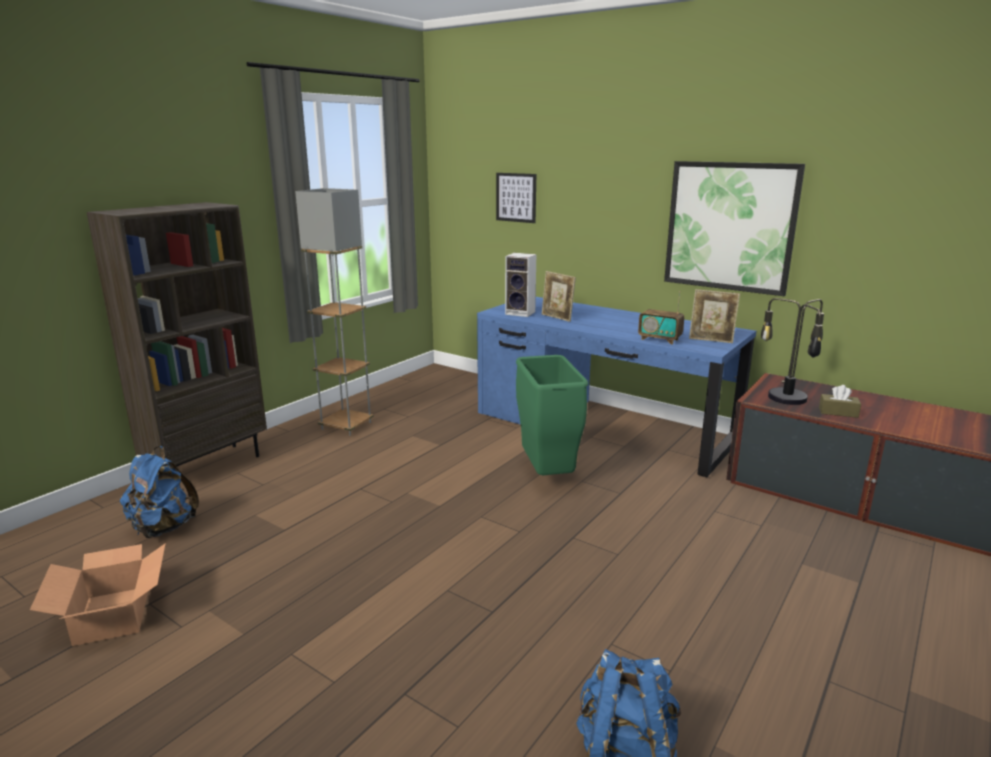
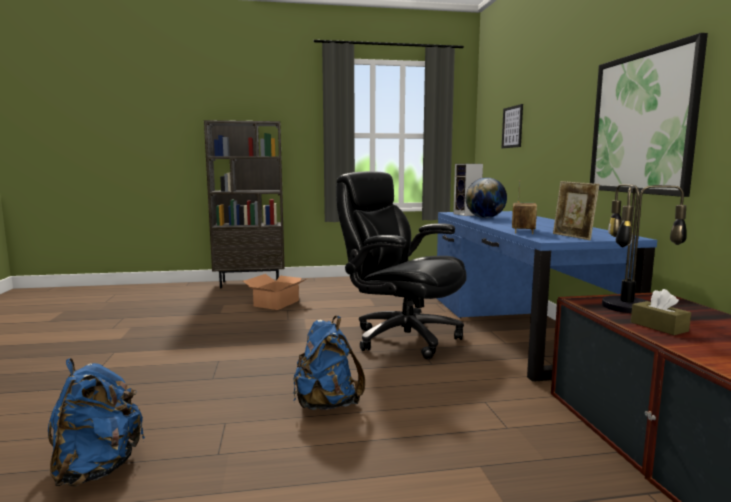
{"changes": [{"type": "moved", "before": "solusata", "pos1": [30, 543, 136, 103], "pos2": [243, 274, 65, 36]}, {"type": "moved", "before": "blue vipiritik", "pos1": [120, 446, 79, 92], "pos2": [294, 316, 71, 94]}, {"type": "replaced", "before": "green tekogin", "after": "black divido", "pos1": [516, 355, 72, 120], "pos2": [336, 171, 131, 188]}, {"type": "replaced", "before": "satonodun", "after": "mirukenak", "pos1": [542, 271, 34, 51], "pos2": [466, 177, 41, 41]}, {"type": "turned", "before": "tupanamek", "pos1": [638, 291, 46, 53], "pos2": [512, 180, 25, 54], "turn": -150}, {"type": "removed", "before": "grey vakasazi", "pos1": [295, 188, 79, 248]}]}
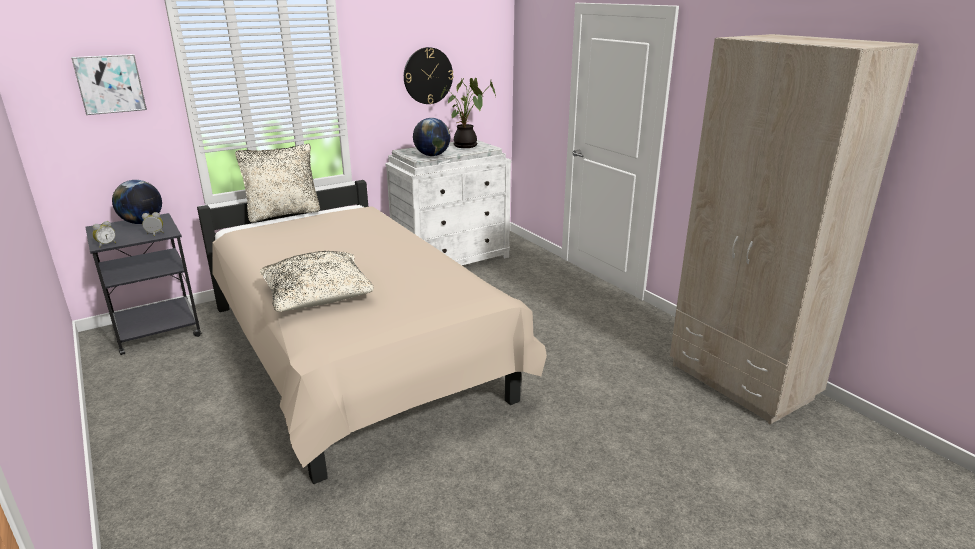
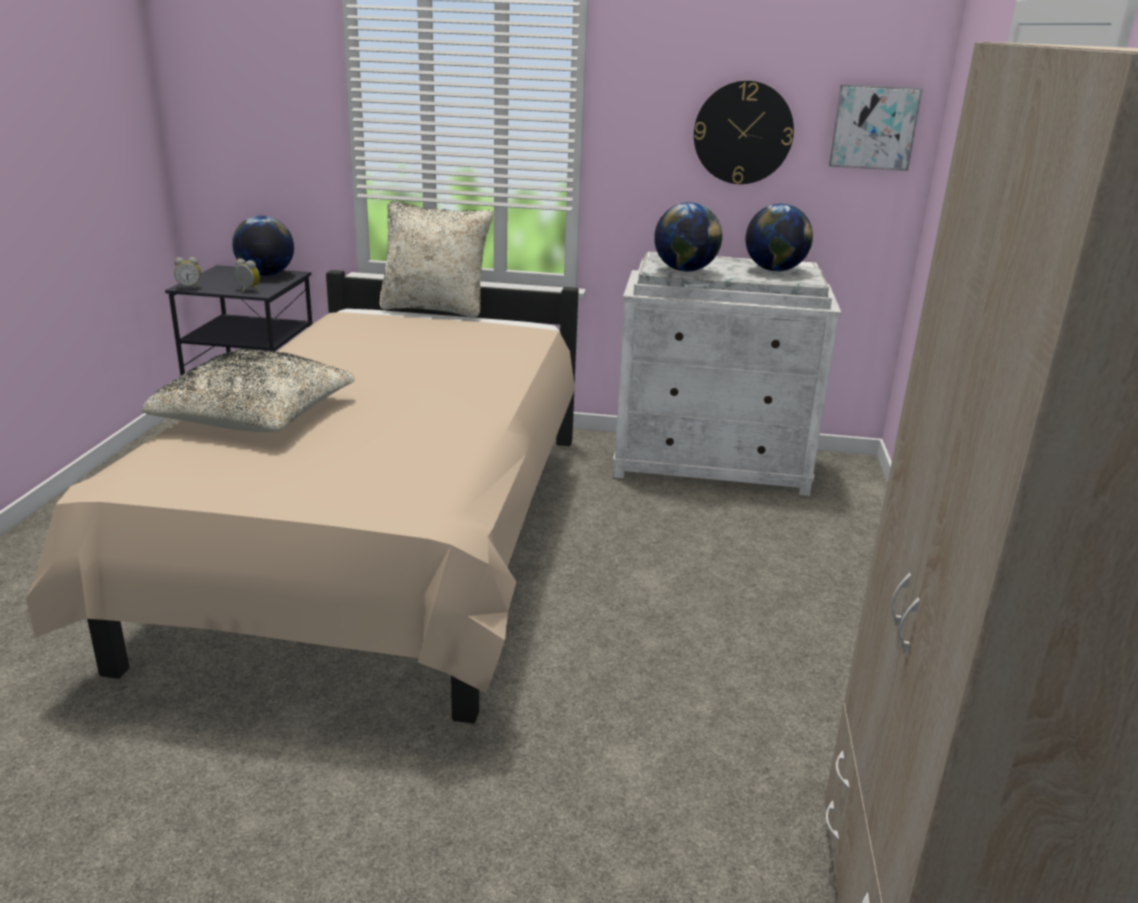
{"changes": [{"type": "replaced", "before": "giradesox", "after": "mirukenak", "pos1": [441, 78, 55, 70], "pos2": [745, 204, 68, 68]}, {"type": "moved", "before": "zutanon", "pos1": [71, 54, 76, 61], "pos2": [829, 84, 94, 87]}]}
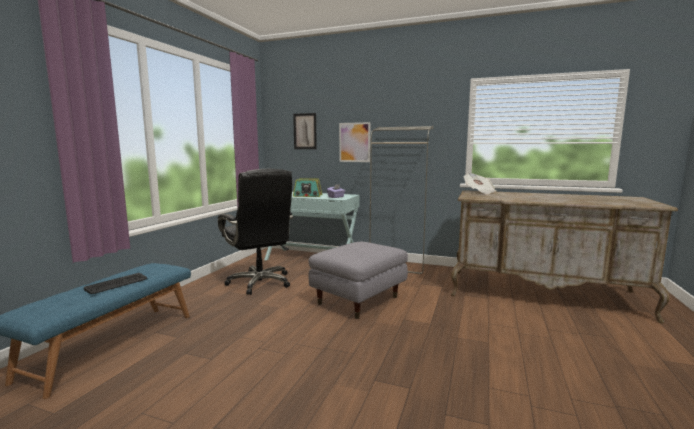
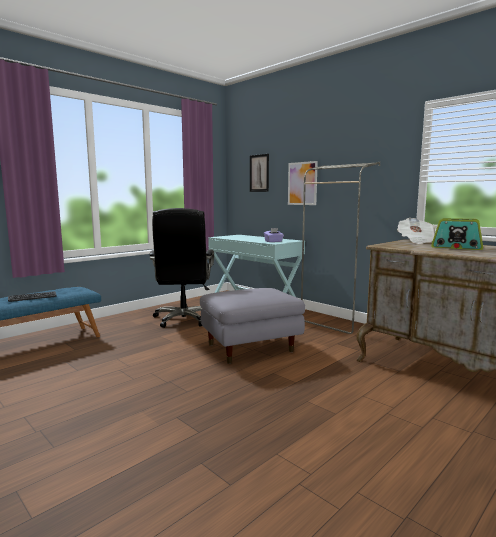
{"changes": [{"type": "moved", "before": "tupanamek", "pos1": [293, 178, 29, 19], "pos2": [431, 218, 52, 32]}]}
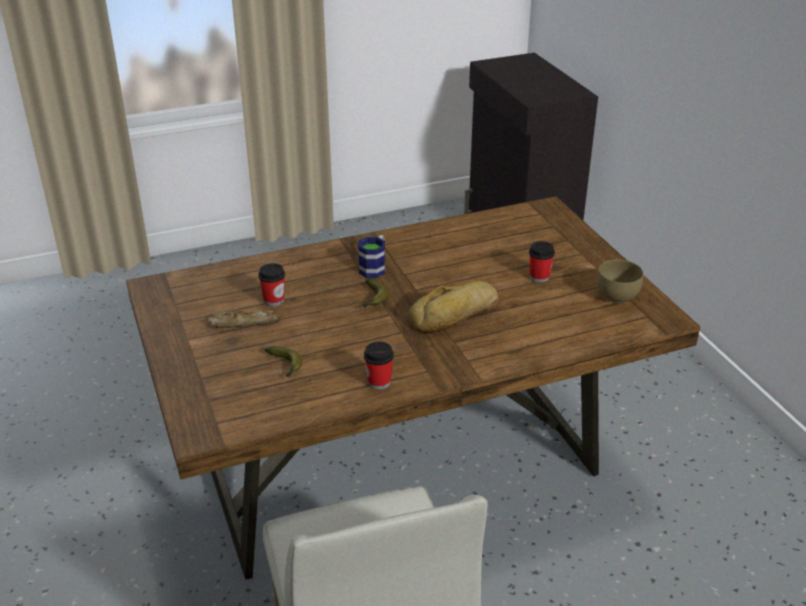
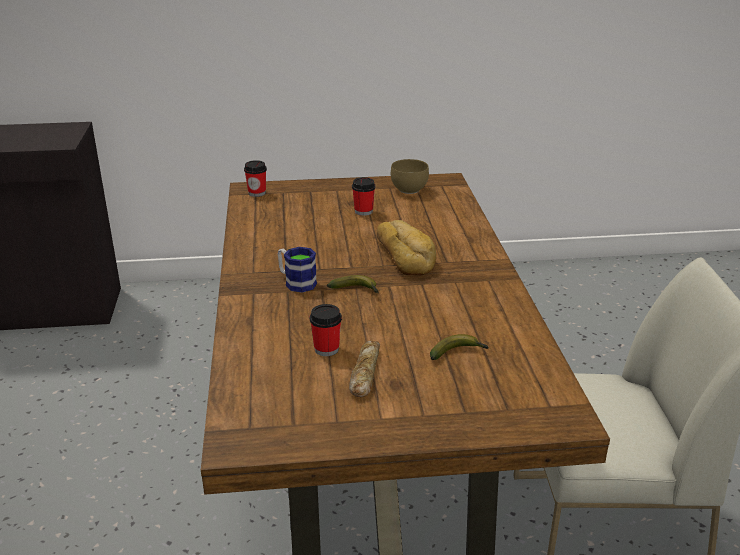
{"changes": [{"type": "moved", "before": "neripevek", "pos1": [364, 342, 30, 48], "pos2": [244, 160, 23, 37]}]}
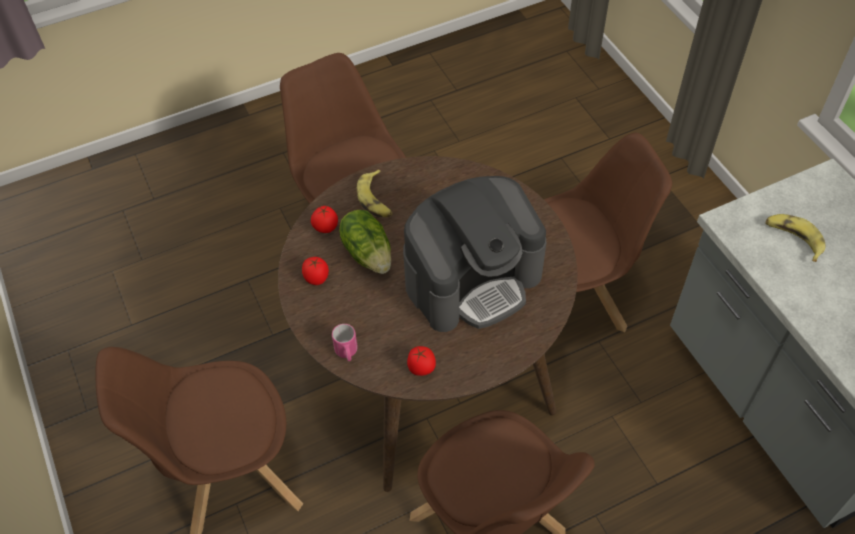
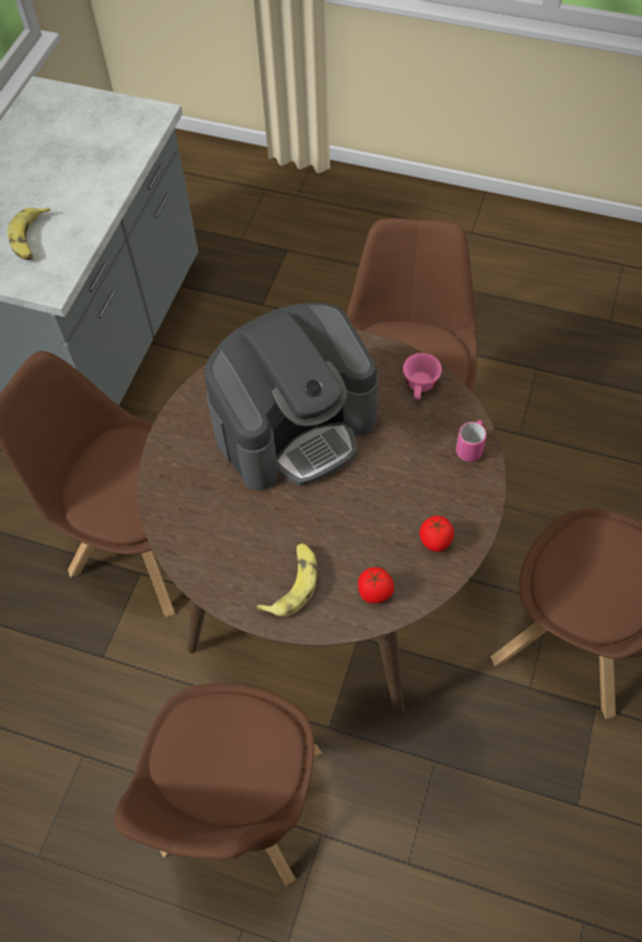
{"changes": [{"type": "turned", "before": "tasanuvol", "pos1": [403, 176, 143, 156], "pos2": [204, 302, 174, 188], "turn": 135}, {"type": "replaced", "before": "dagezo", "after": "pink neripevek", "pos1": [407, 346, 29, 30], "pos2": [403, 353, 39, 47]}, {"type": "removed", "before": "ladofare", "pos1": [339, 210, 52, 64]}]}
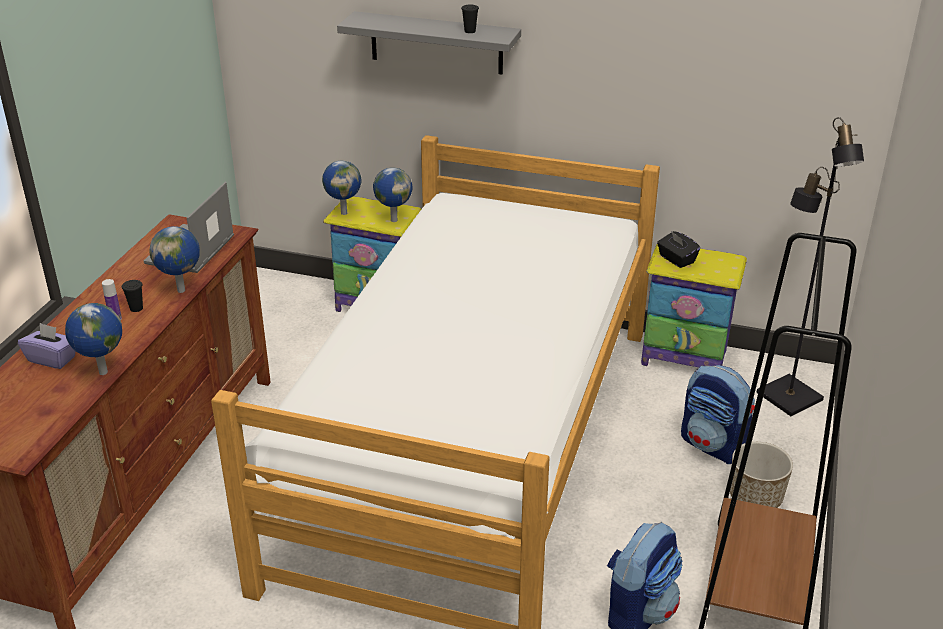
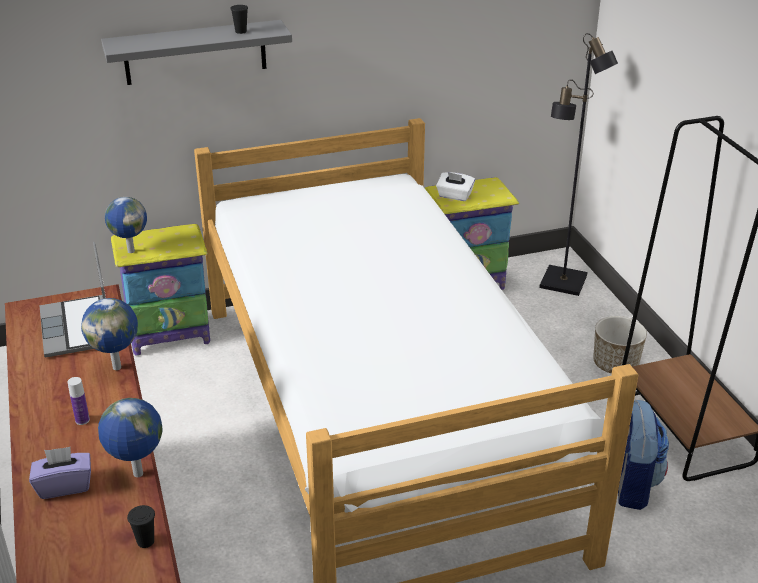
{"changes": [{"type": "moved", "before": "black neripevek", "pos1": [122, 280, 21, 32], "pos2": [127, 505, 28, 43]}, {"type": "recoloured", "before": "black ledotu", "after": "white ledotu", "pos1": [657, 231, 43, 37], "pos2": [436, 172, 39, 29]}, {"type": "removed", "before": "mirukenak", "pos1": [373, 167, 40, 55]}, {"type": "removed", "before": "vipiritik", "pos1": [681, 365, 74, 99]}]}
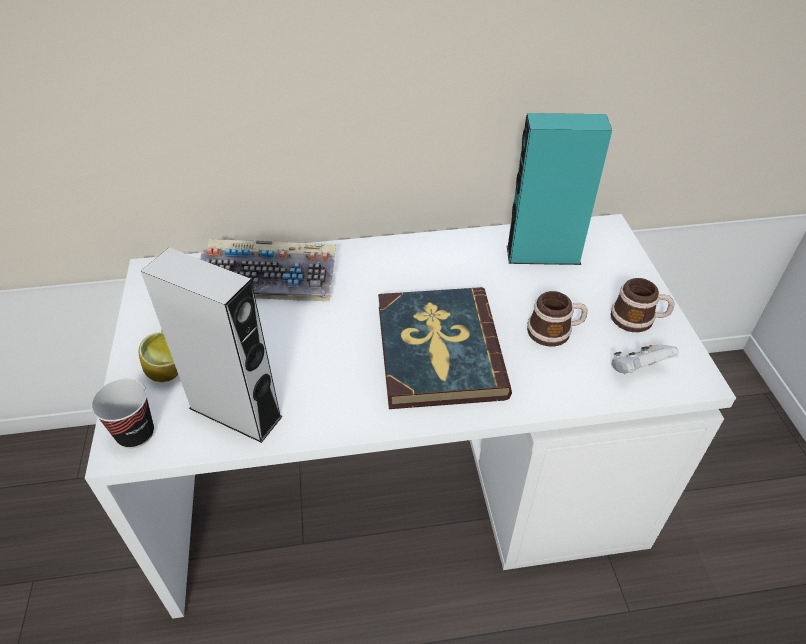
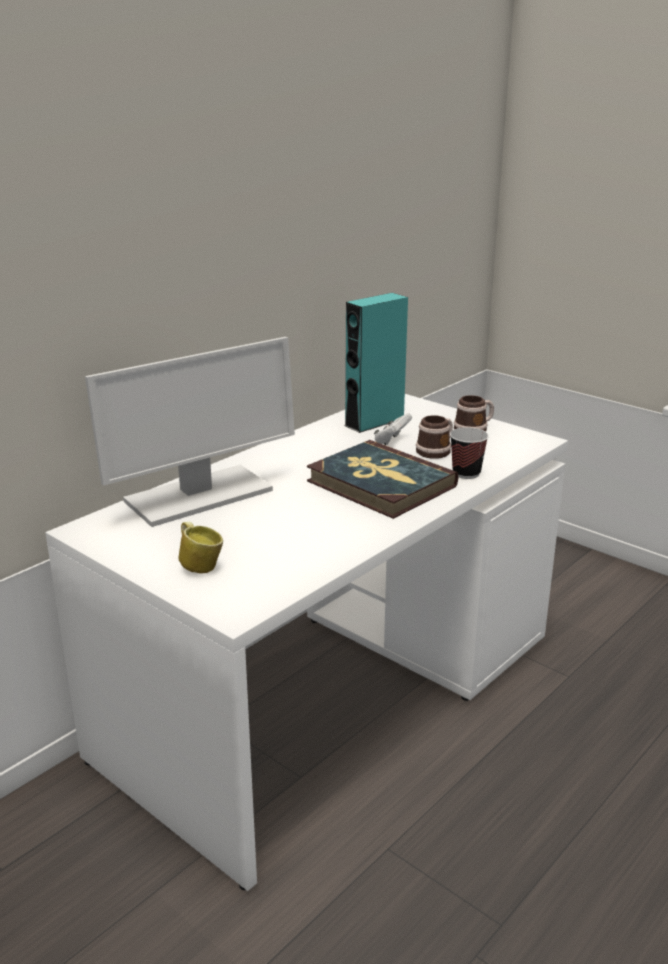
{"changes": [{"type": "replaced", "before": "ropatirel", "after": "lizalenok", "pos1": [200, 239, 136, 62], "pos2": [85, 337, 210, 190]}, {"type": "moved", "before": "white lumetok", "pos1": [611, 344, 68, 30], "pos2": [374, 413, 38, 32]}, {"type": "moved", "before": "neripevek", "pos1": [91, 379, 63, 70], "pos2": [450, 427, 39, 52]}, {"type": "removed", "before": "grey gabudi", "pos1": [141, 248, 142, 195]}]}
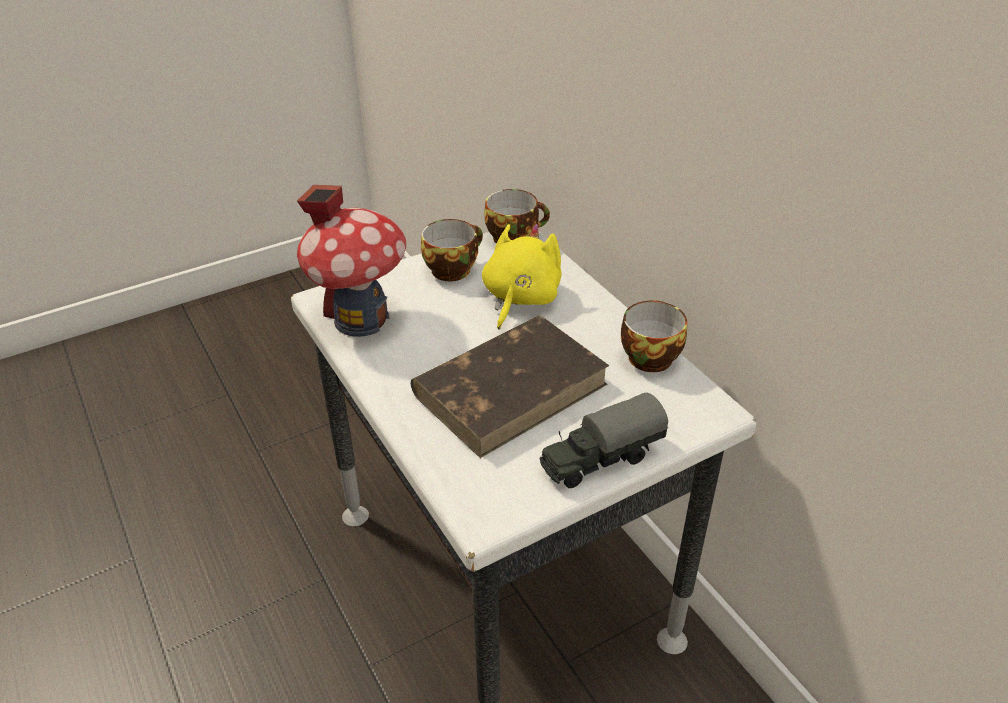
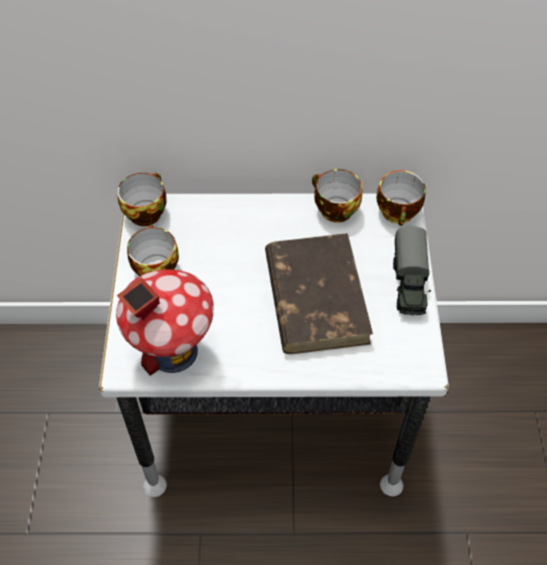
{"changes": [{"type": "added", "after": "neripevek", "pos2": [377, 170, 49, 56]}, {"type": "removed", "before": "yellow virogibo", "pos1": [482, 224, 80, 106]}]}
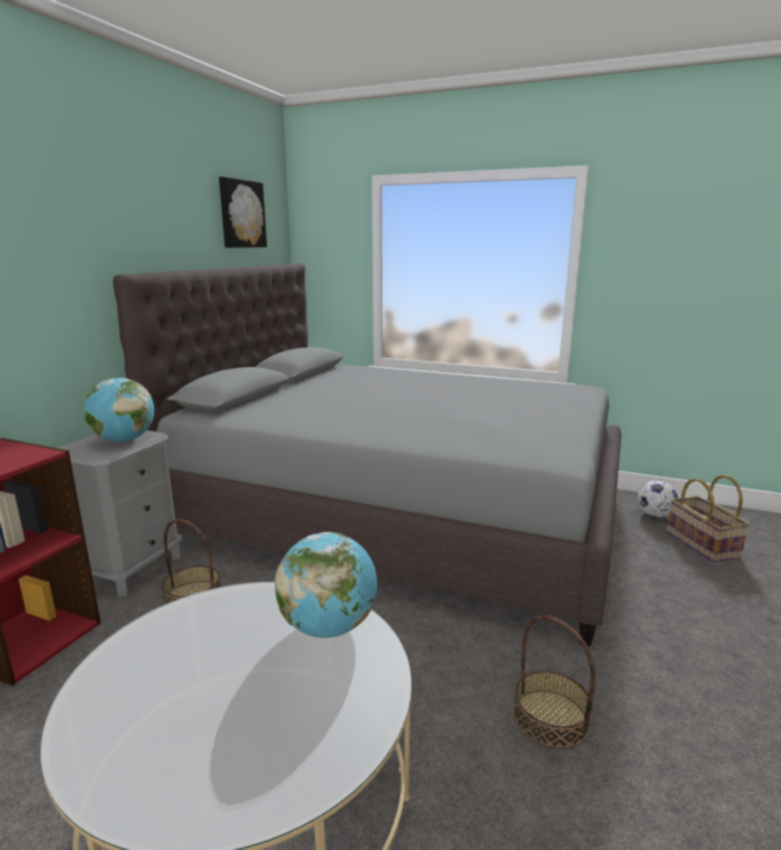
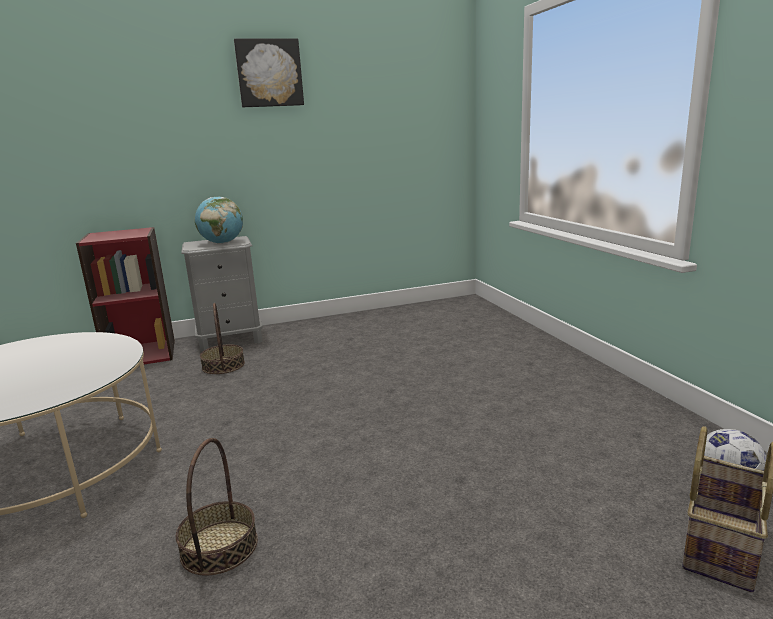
{"changes": [{"type": "moved", "before": "zutanon", "pos1": [219, 177, 48, 71], "pos2": [234, 38, 70, 69]}, {"type": "removed", "before": "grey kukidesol", "pos1": [113, 263, 508, 383]}, {"type": "removed", "before": "mirukenak", "pos1": [275, 532, 102, 106]}]}
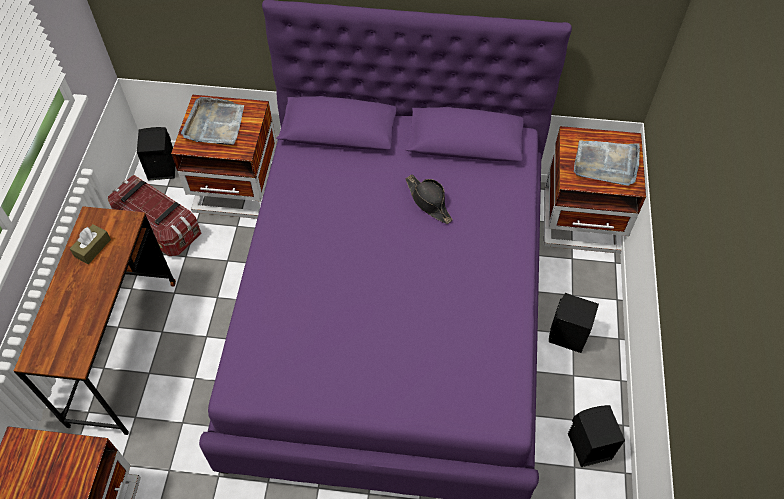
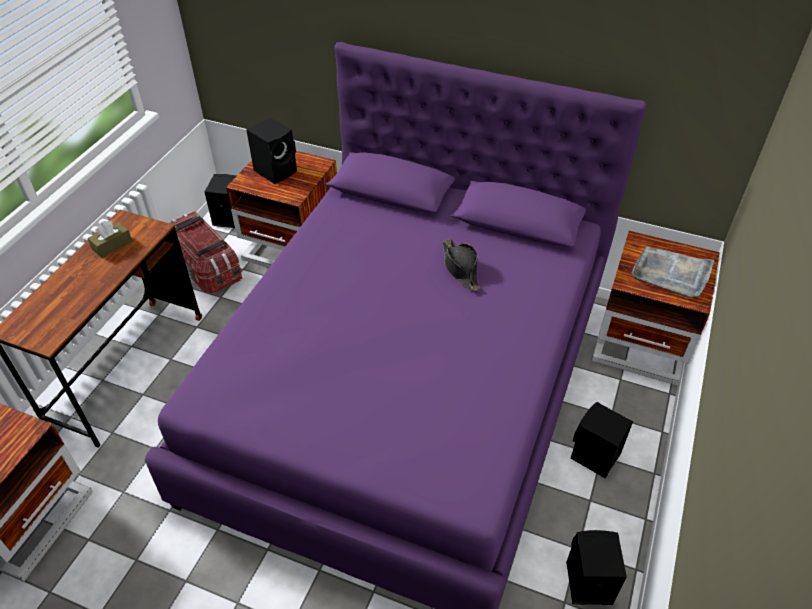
{"changes": [{"type": "replaced", "before": "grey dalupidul", "after": "black gabudi", "pos1": [181, 97, 63, 48], "pos2": [247, 118, 50, 66]}]}
